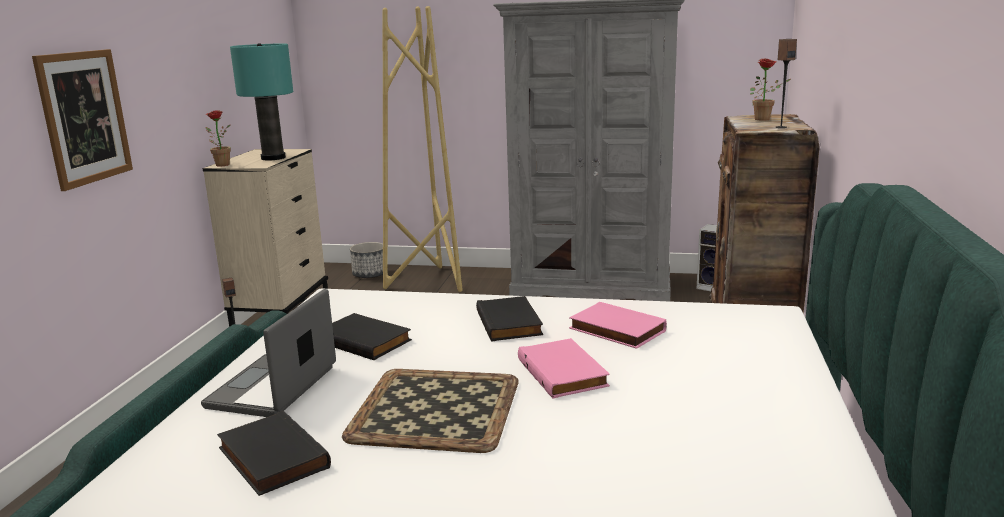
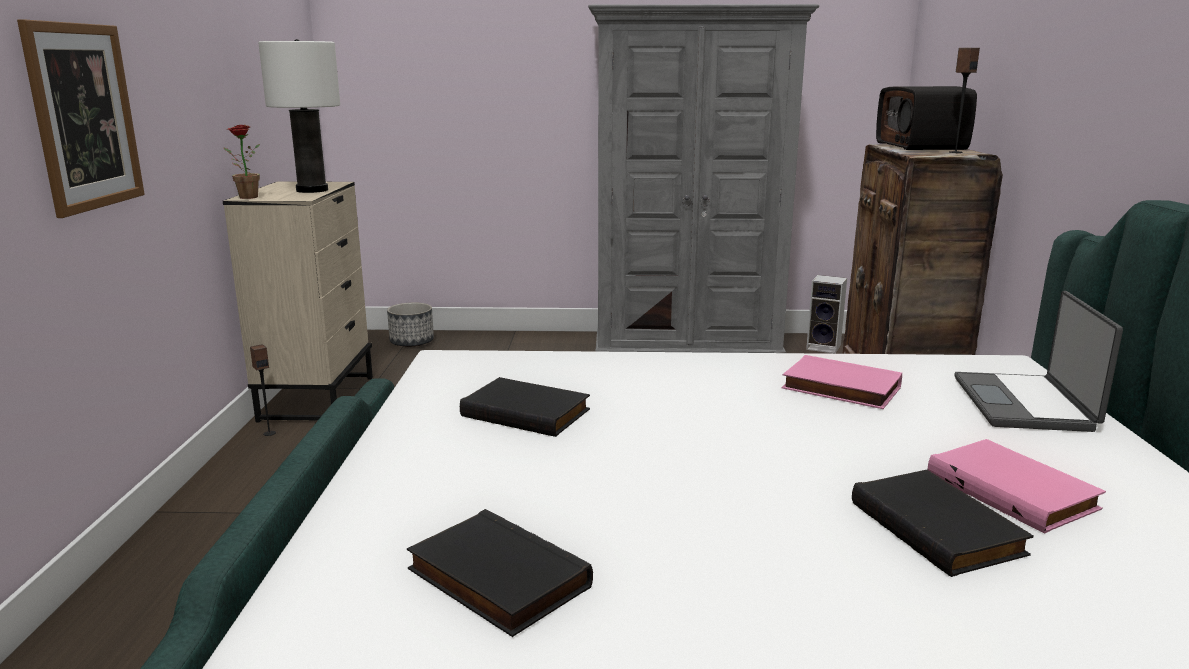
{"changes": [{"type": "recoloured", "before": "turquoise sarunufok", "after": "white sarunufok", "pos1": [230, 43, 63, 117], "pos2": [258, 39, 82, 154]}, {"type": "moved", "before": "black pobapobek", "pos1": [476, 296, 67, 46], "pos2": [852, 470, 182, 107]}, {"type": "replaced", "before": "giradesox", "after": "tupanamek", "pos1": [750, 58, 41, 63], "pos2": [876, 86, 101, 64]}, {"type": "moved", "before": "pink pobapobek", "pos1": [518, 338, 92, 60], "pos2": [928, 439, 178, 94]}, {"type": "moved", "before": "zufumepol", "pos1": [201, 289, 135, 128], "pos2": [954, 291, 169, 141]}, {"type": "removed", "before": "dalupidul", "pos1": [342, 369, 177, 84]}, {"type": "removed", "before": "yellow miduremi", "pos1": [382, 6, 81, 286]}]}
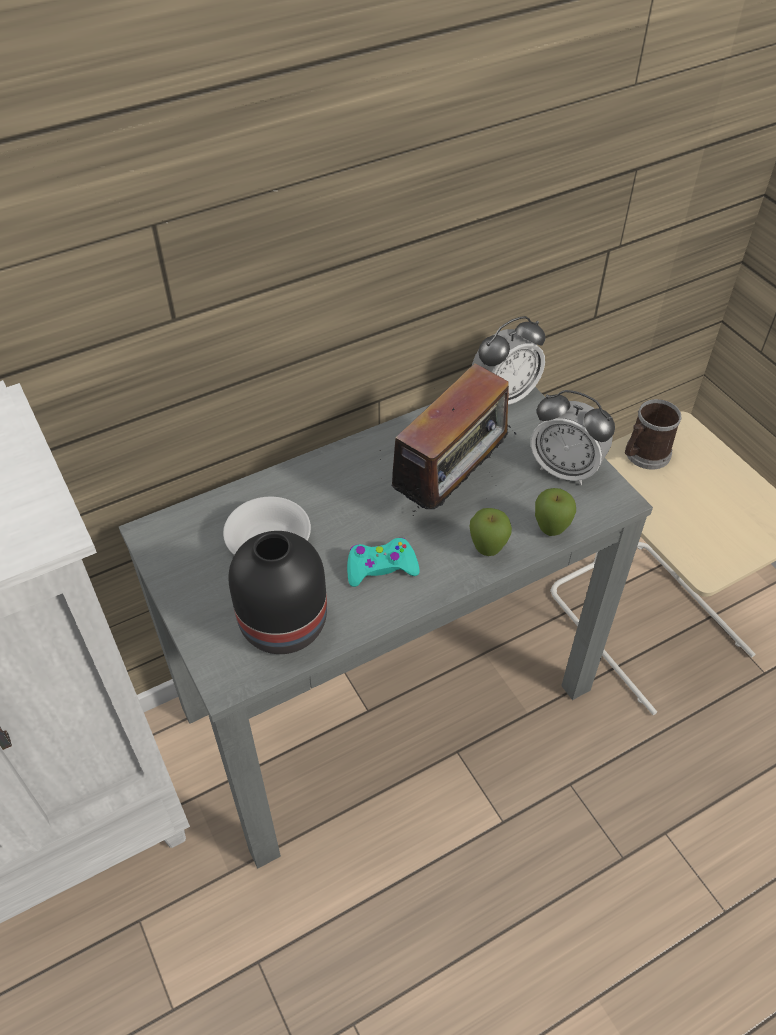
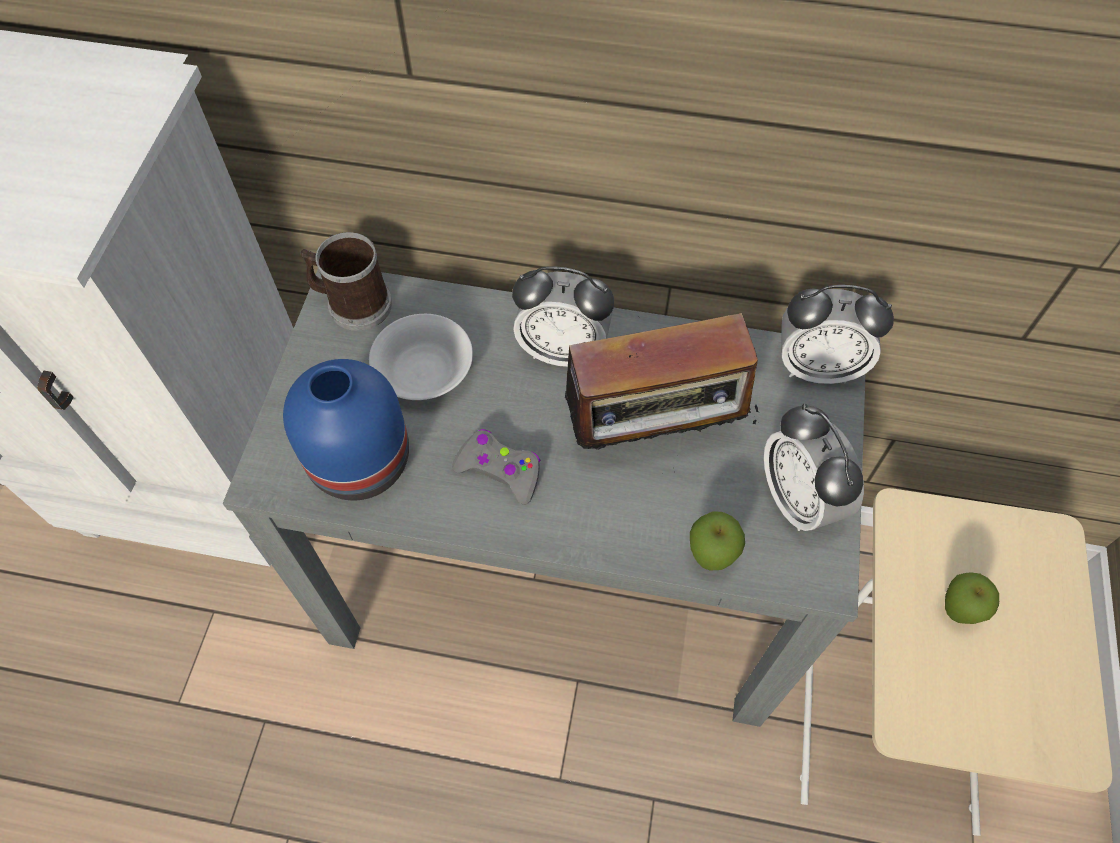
{"changes": [{"type": "recoloured", "before": "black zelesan", "after": "blue zelesan", "pos1": [228, 531, 99, 123], "pos2": [283, 359, 126, 141]}, {"type": "moved", "before": "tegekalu", "pos1": [625, 399, 57, 71], "pos2": [300, 232, 92, 99]}, {"type": "recoloured", "before": "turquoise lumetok", "after": "grey lumetok", "pos1": [347, 538, 73, 49], "pos2": [452, 429, 88, 76]}, {"type": "added", "after": "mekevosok", "pos2": [512, 266, 102, 101]}, {"type": "moved", "before": "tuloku", "pos1": [470, 508, 42, 48], "pos2": [945, 572, 54, 52]}]}
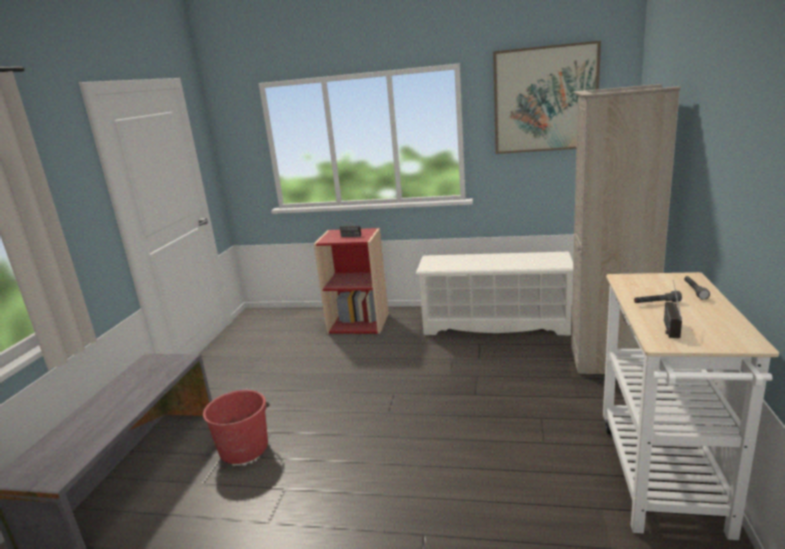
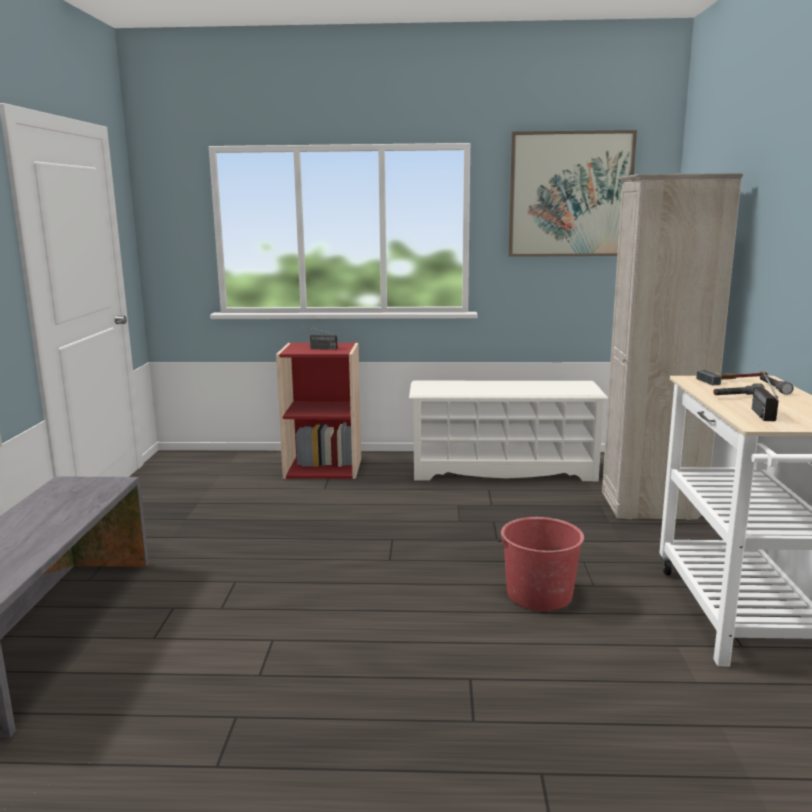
{"changes": [{"type": "moved", "before": "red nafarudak", "pos1": [203, 390, 67, 74], "pos2": [497, 517, 87, 94]}, {"type": "added", "after": "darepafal", "pos2": [696, 370, 72, 15]}]}
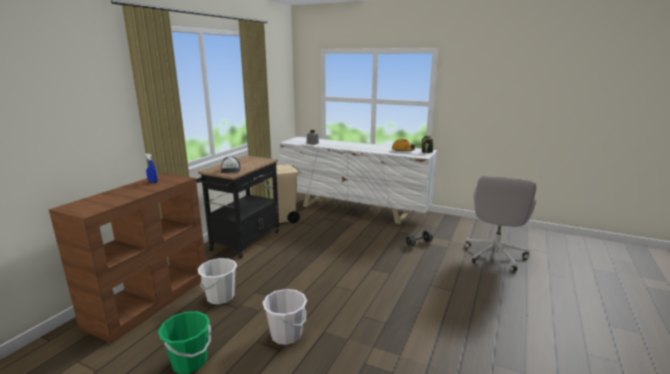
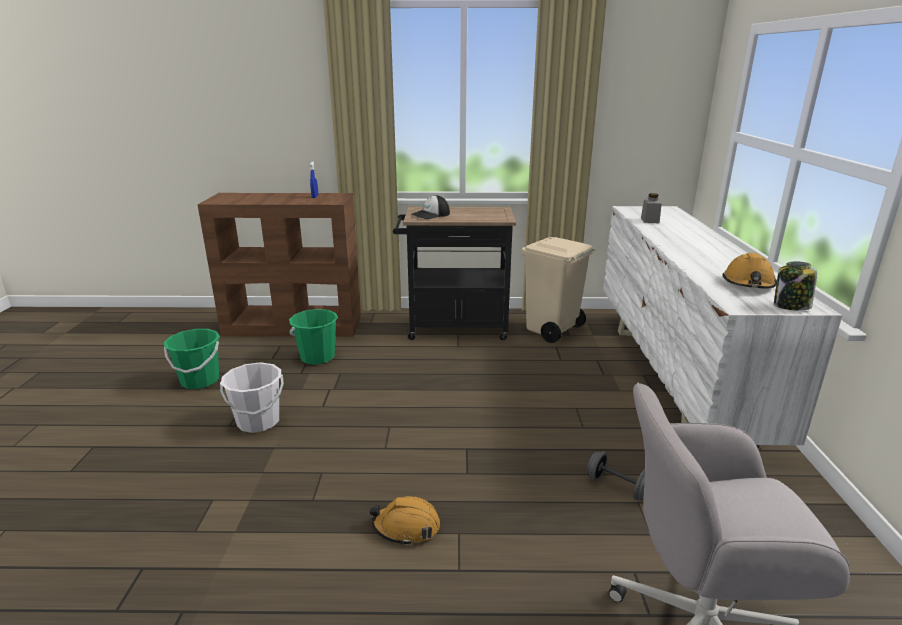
{"changes": [{"type": "recoloured", "before": "white nafarudak", "after": "green nafarudak", "pos1": [198, 258, 39, 46], "pos2": [289, 309, 49, 56]}, {"type": "added", "after": "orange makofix", "pos2": [370, 496, 70, 50]}]}
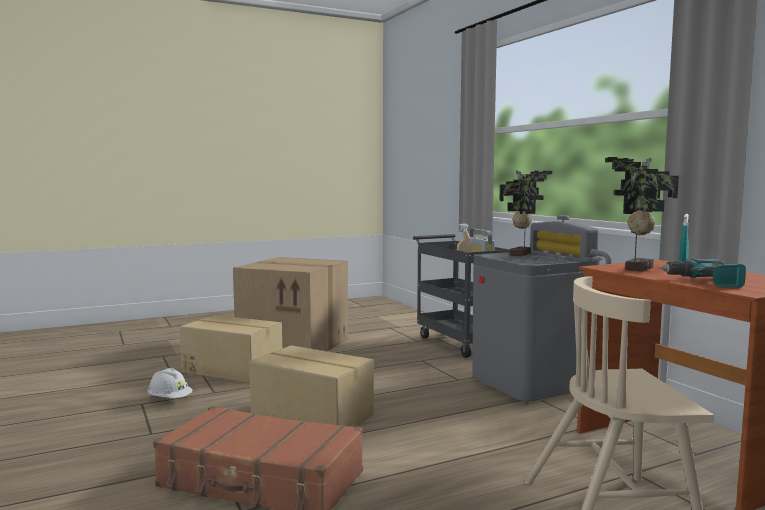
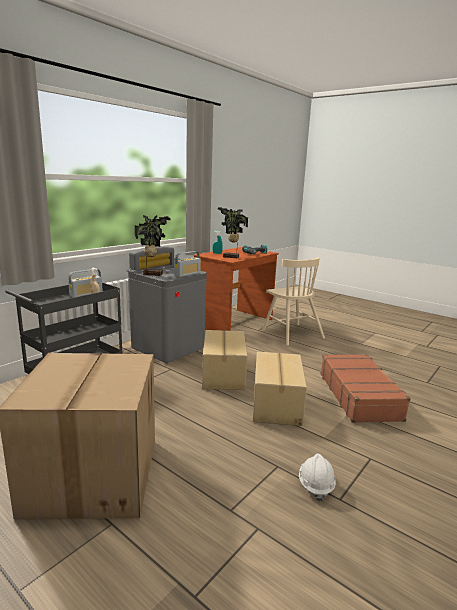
{"changes": [{"type": "added", "after": "tupanamek", "pos2": [174, 251, 27, 26]}, {"type": "moved", "before": "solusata", "pos1": [180, 315, 102, 68], "pos2": [202, 330, 46, 60]}]}
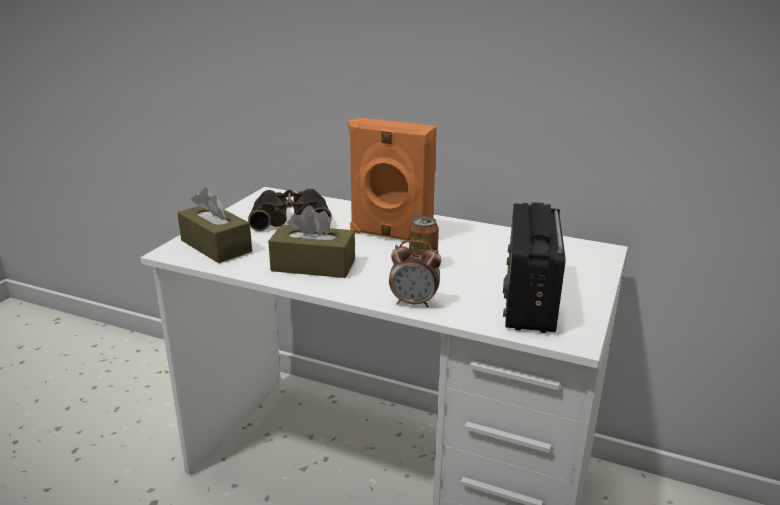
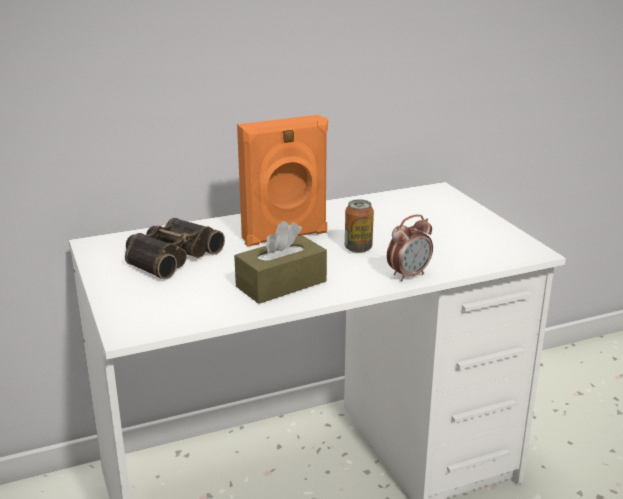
{"changes": [{"type": "removed", "before": "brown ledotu", "pos1": [177, 188, 75, 75]}, {"type": "removed", "before": "tupanamek", "pos1": [503, 202, 63, 131]}]}
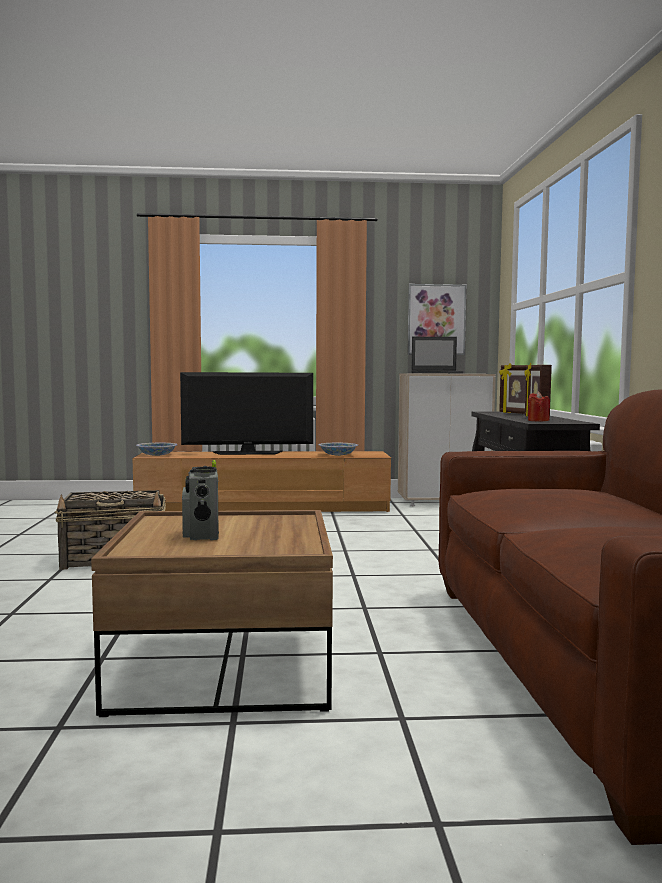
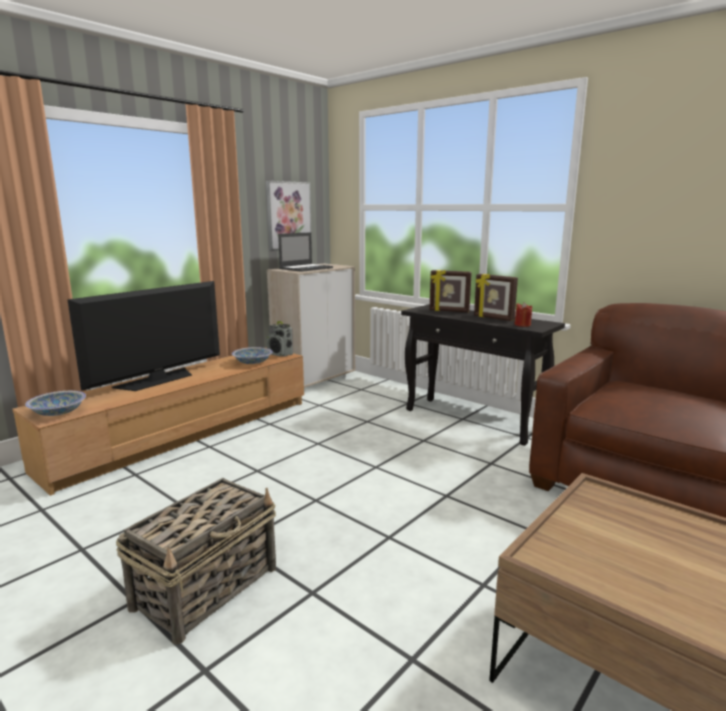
{"changes": [{"type": "moved", "before": "tupanamek", "pos1": [182, 460, 37, 80], "pos2": [266, 321, 27, 36]}]}
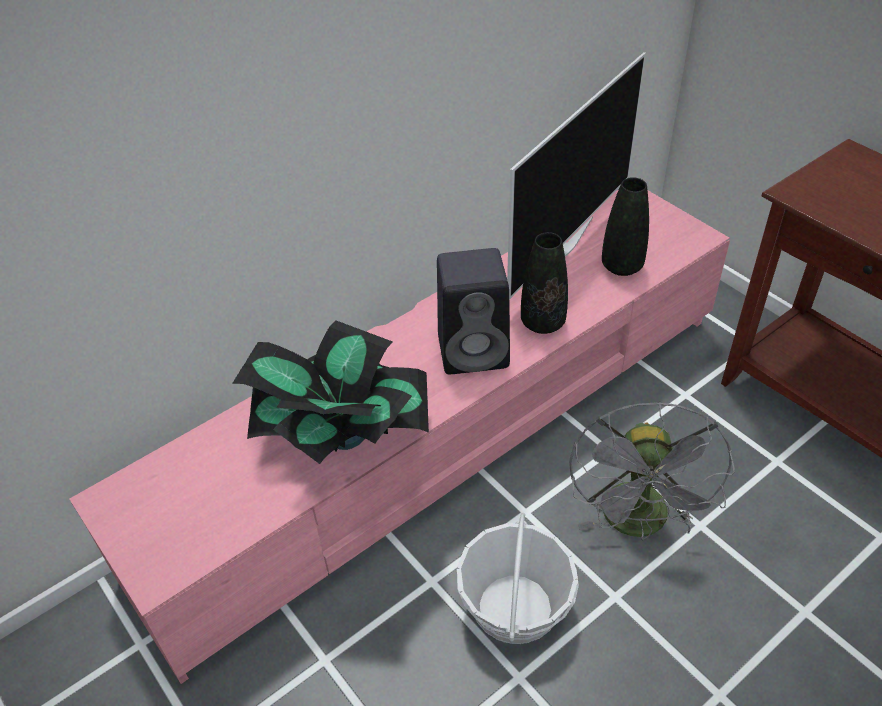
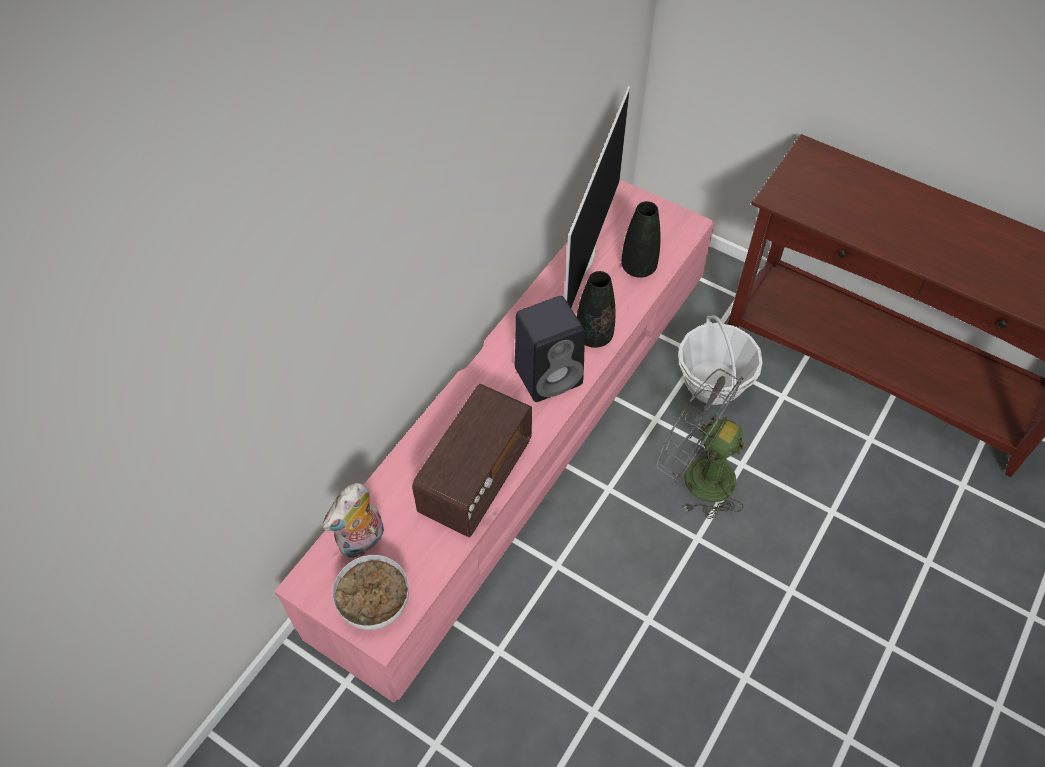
{"changes": [{"type": "added", "after": "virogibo", "pos2": [323, 483, 61, 75]}, {"type": "added", "after": "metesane", "pos2": [332, 555, 77, 75]}, {"type": "replaced", "before": "giradesox", "after": "tupanamek", "pos1": [232, 321, 197, 143], "pos2": [412, 384, 120, 153]}, {"type": "turned", "before": "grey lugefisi", "pos1": [569, 402, 166, 138], "pos2": [657, 368, 89, 151], "turn": 135}, {"type": "moved", "before": "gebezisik", "pos1": [457, 513, 122, 131], "pos2": [678, 316, 85, 89]}]}
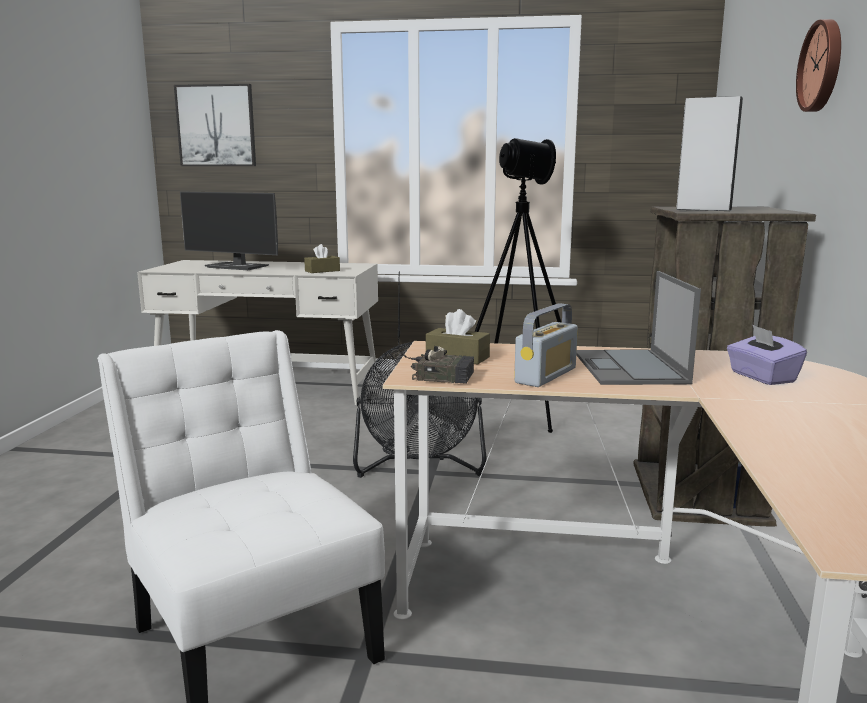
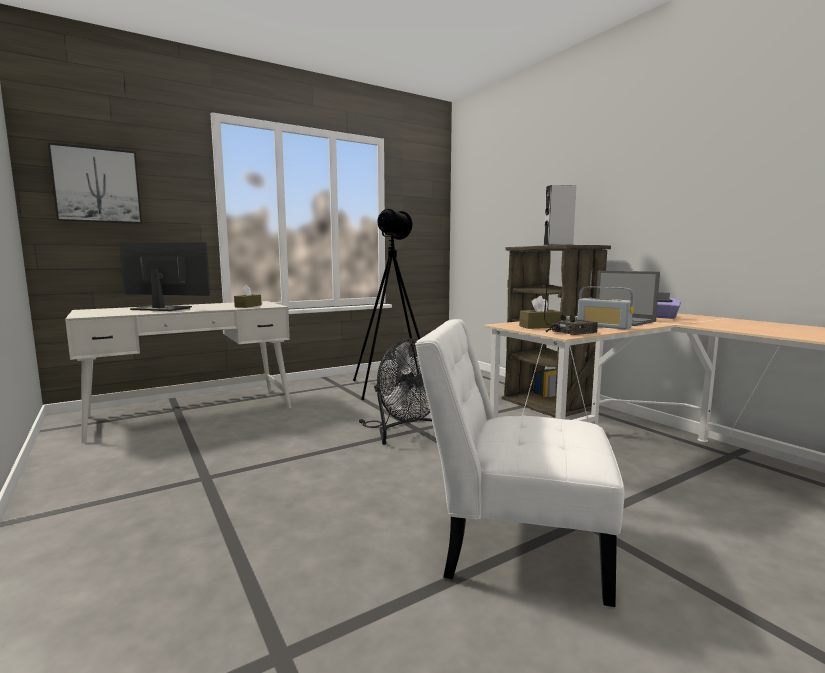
{"changes": [{"type": "turned", "before": "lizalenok", "pos1": [180, 191, 98, 79], "pos2": [120, 242, 90, 69], "turn": -150}, {"type": "turned", "before": "tupanamek", "pos1": [514, 303, 64, 84], "pos2": [577, 286, 56, 44], "turn": 135}, {"type": "removed", "before": "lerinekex", "pos1": [796, 19, 45, 93]}]}
